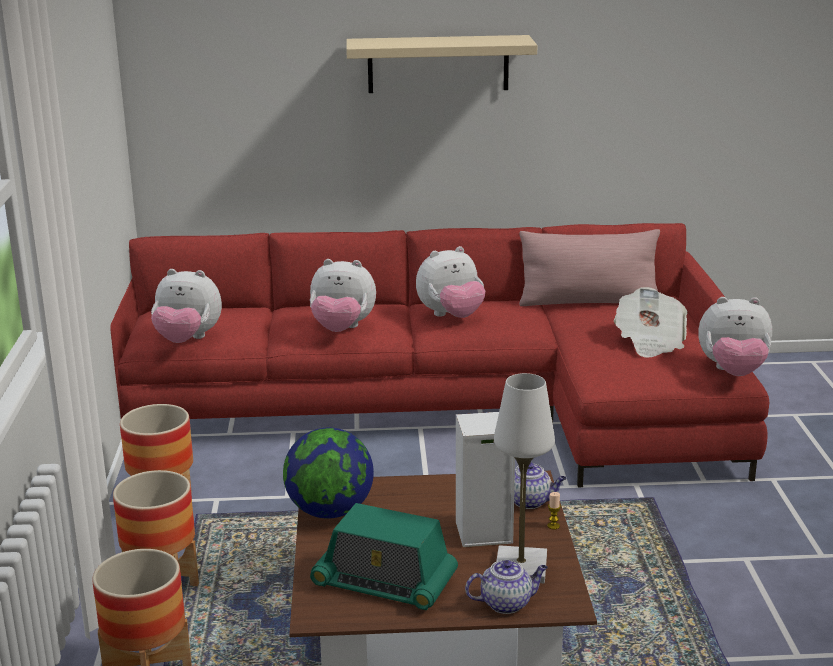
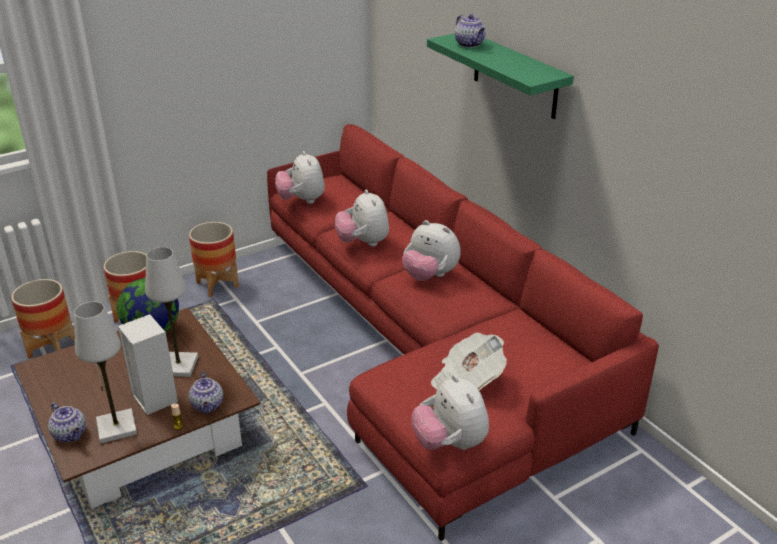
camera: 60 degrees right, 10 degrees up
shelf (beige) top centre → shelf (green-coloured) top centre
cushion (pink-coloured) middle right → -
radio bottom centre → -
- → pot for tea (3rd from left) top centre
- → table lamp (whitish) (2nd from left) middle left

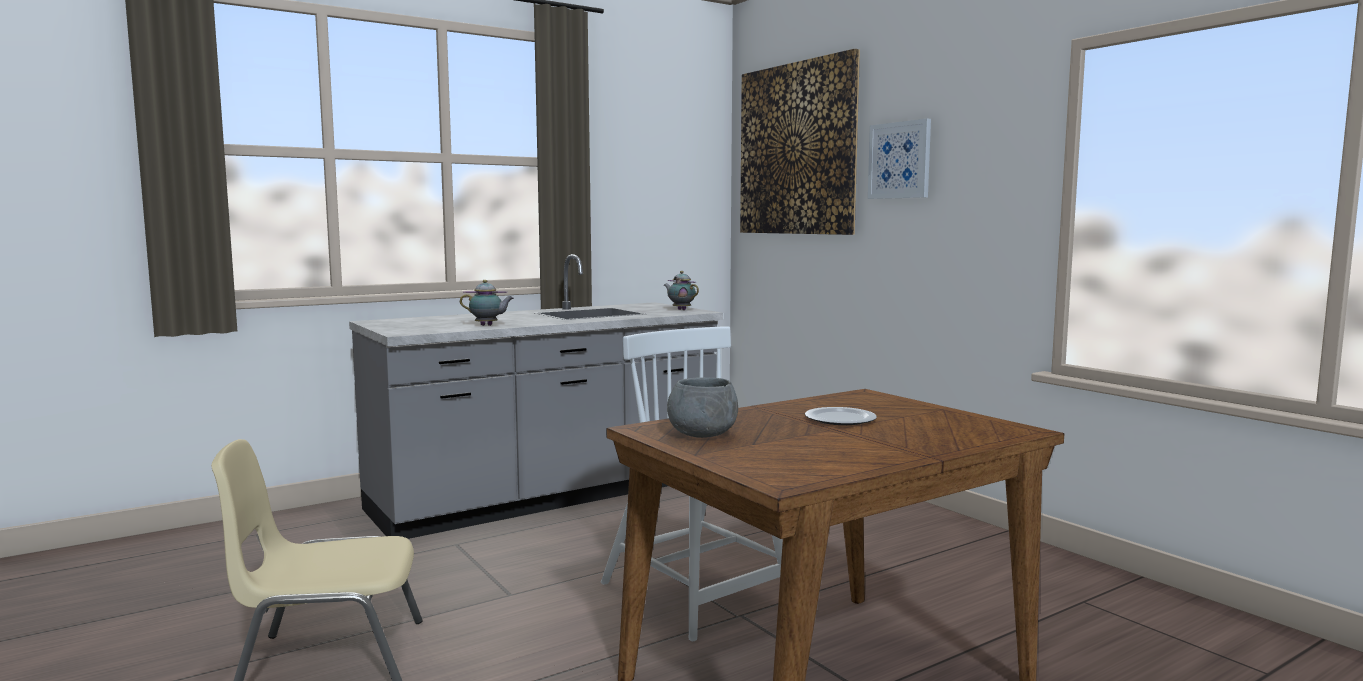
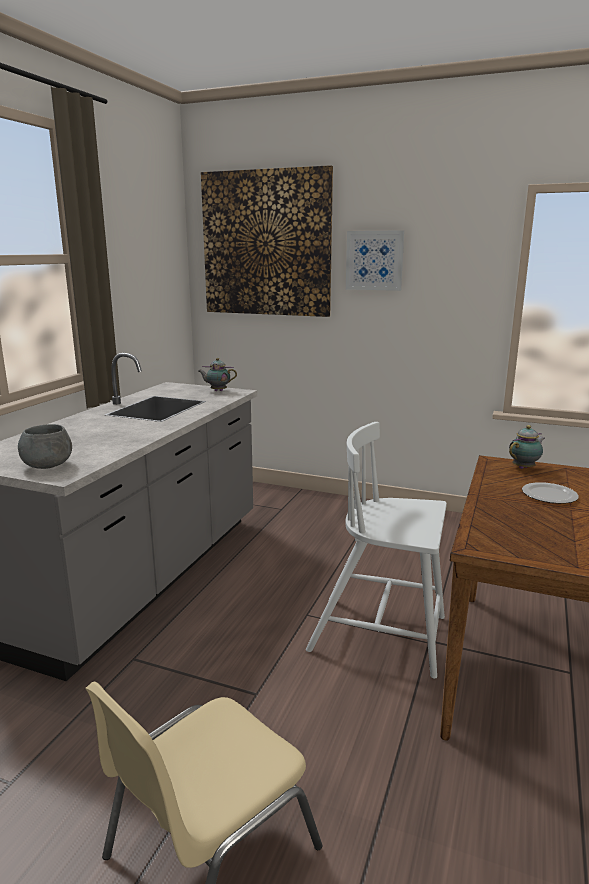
camera: 35 degrees left, 10 degrees up
pot for tea (1st from left in the first image) centre → pot for tea (2nd from left) middle right, move
serving bowl (gray) centre → serving bowl (gray) middle left, move

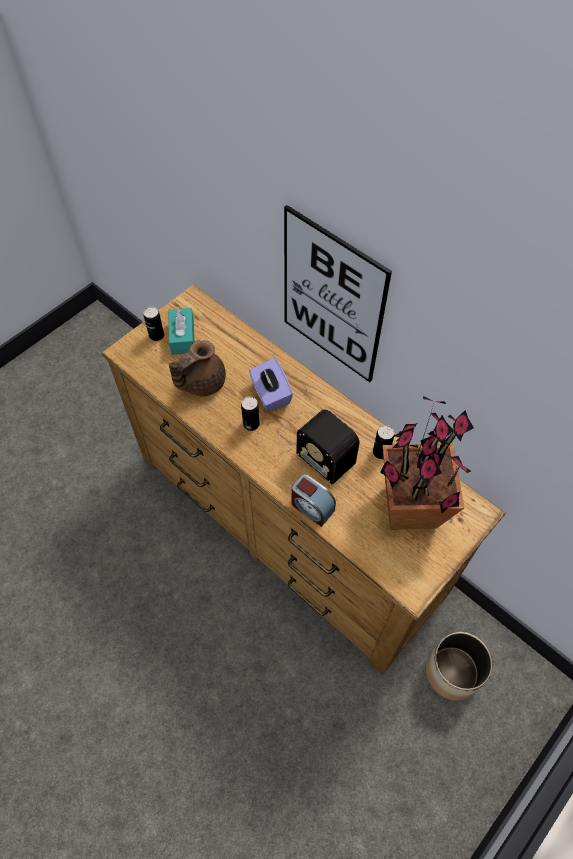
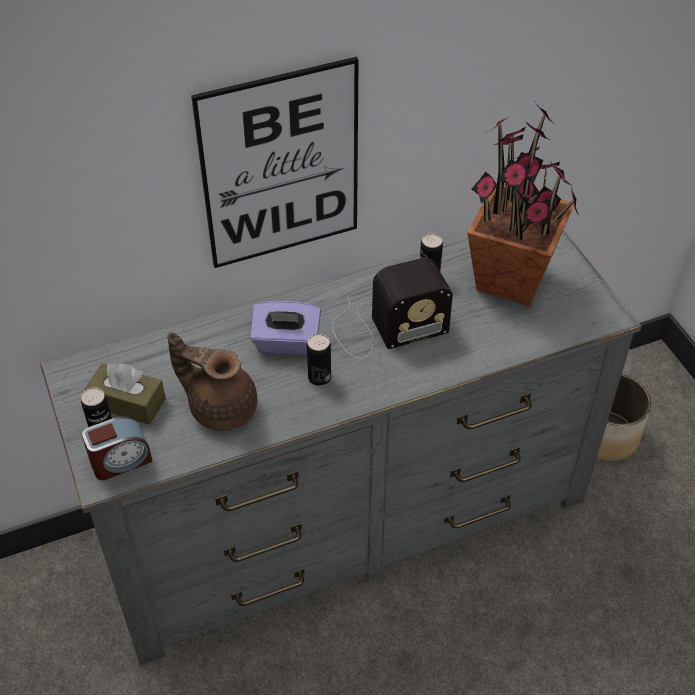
camera: 65 degrees left, 10 degrees down
dresser (brown-coloured) centre → dresser (gray) centre
tissue holder (turquoise) middle left → tissue holder (brown-coloured) middle left
pot for tea (brown-coloured) centre → pot for tea (brown-coloured) middle left, 135 degrees clockwise
table clock centre → table clock middle left, move

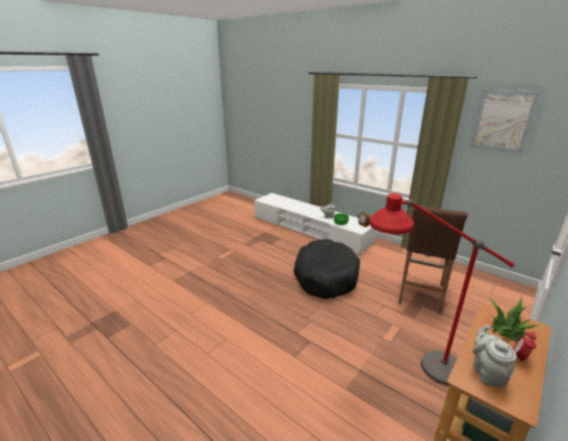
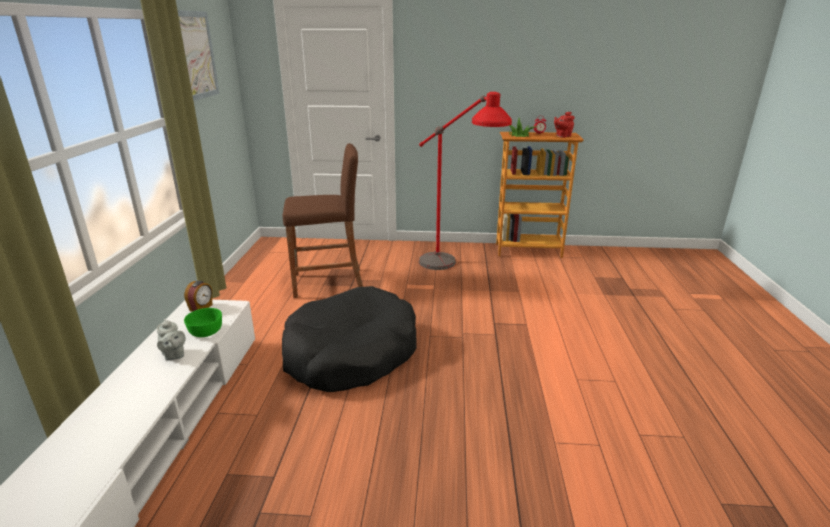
camera: 125 degrees left, 0 degrees up
pot for tea (gray) (2nd from left) bottom right → pot for tea (red) top right

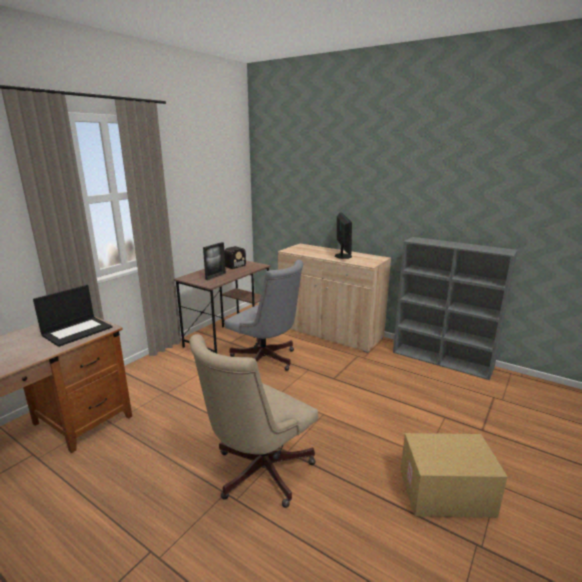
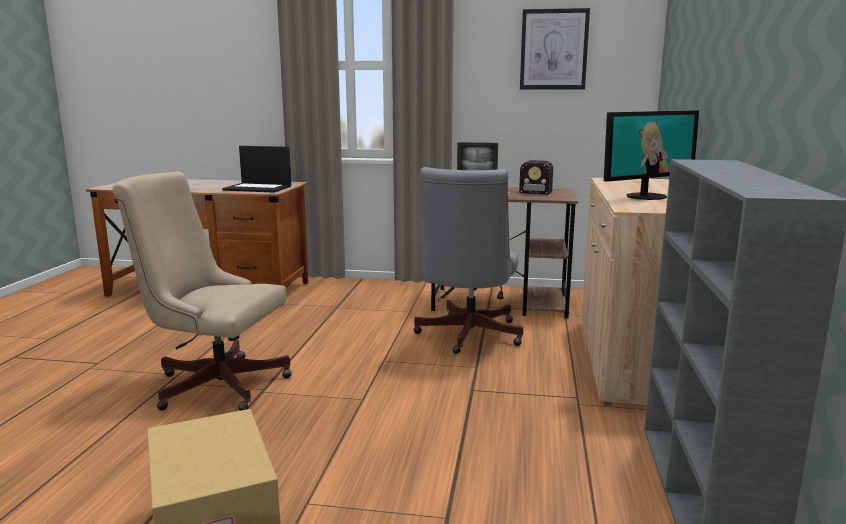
camera: 65 degrees right, 5 degrees down
- → picture top centre

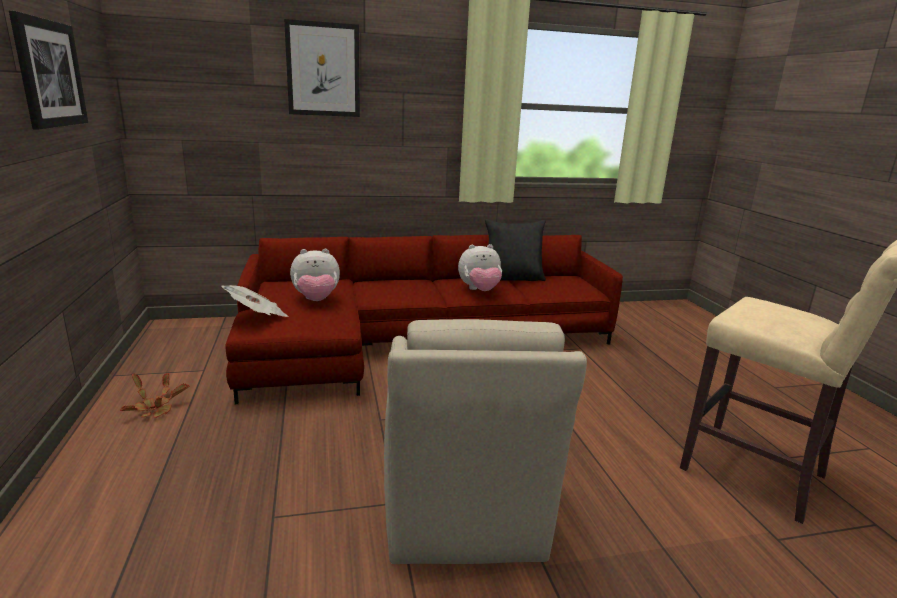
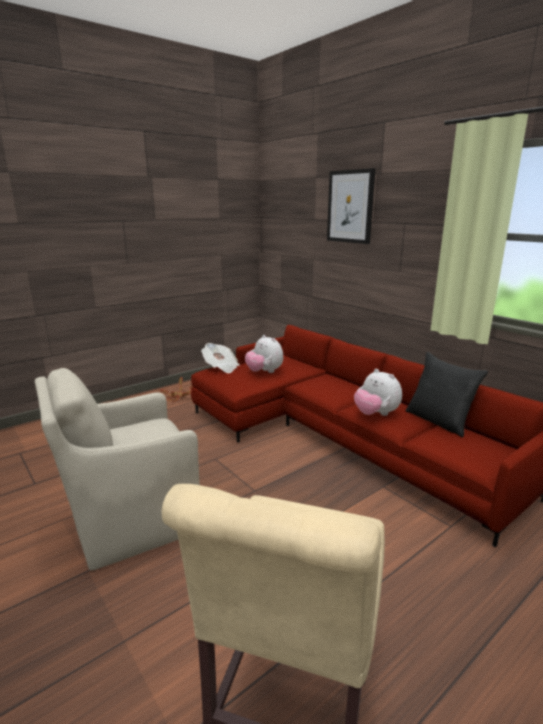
camera: 65 degrees right, 0 degrees up
picture (1st from left) top left → -

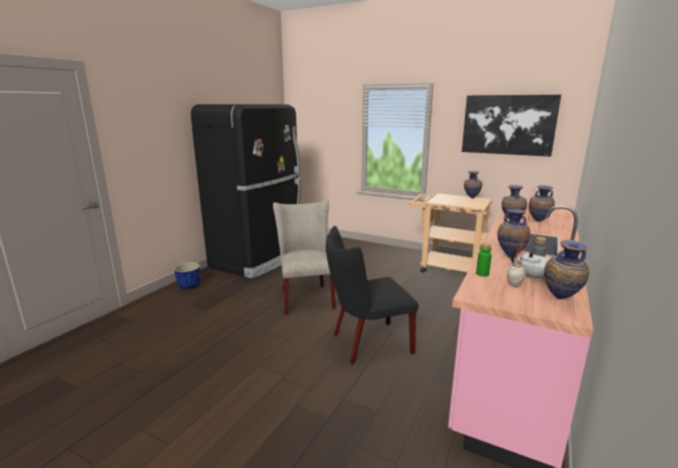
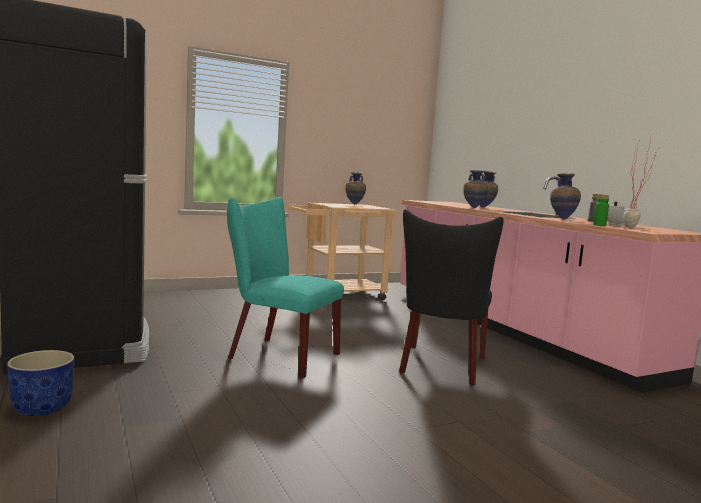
camera: 55 degrees left, 10 degrees down
picture top right → -
plain chair (beige) centre → plain chair (turquoise) centre
decorative vase (5th from left) middle right → -

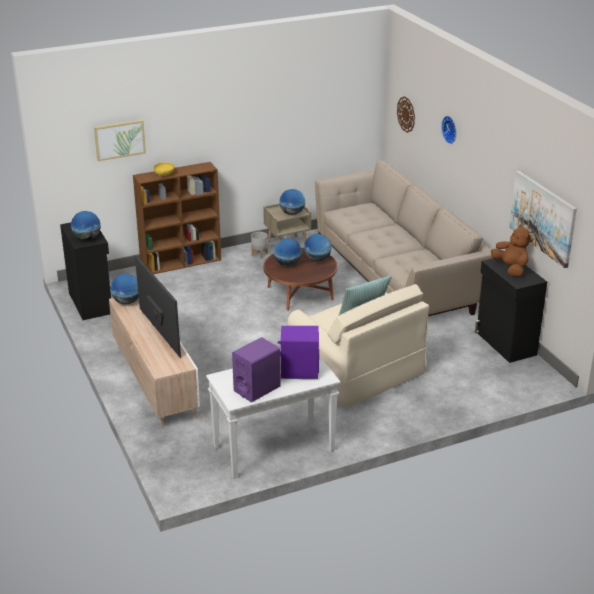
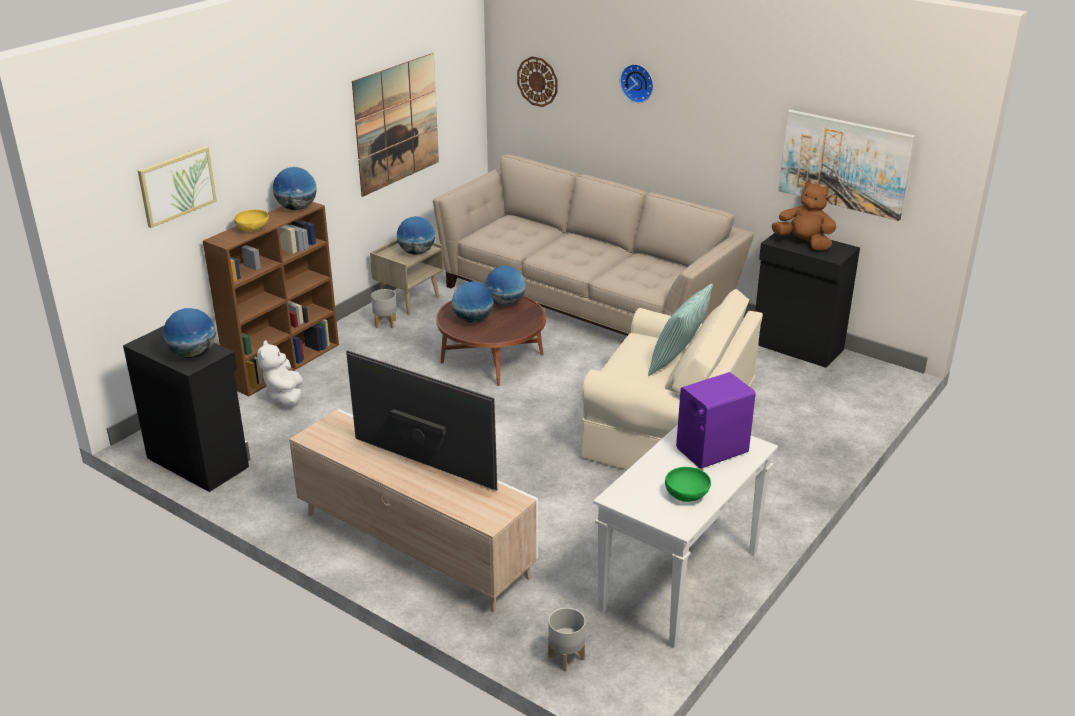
camera: 30 degrees left, 0 degrees up
world globe (2nd from left) middle left → world globe (2nd from left) top left, move
loudspeaker (purplish) (1st from left) centre → serving bowl (green-coloured) bottom centre
- → picture (2nd from left) top centre
- → plush toy (whitish) middle left
- → planter (gray) (2nd from left) bottom centre

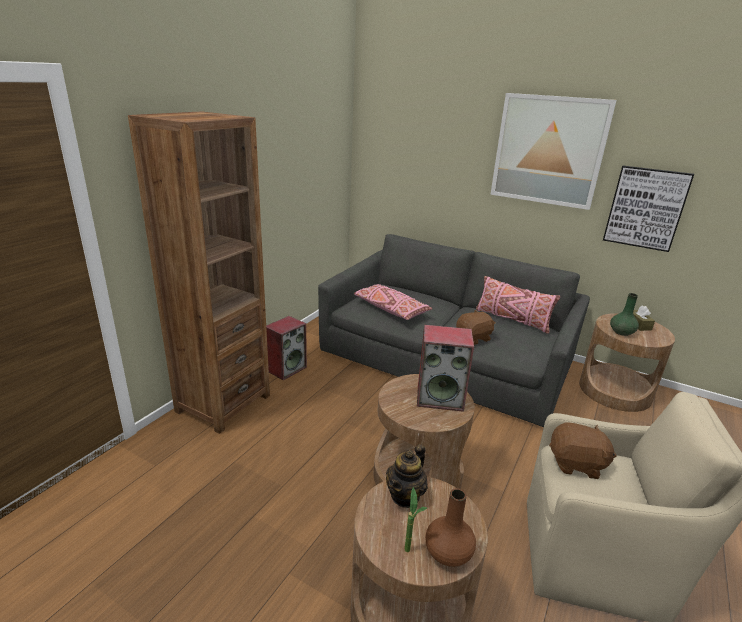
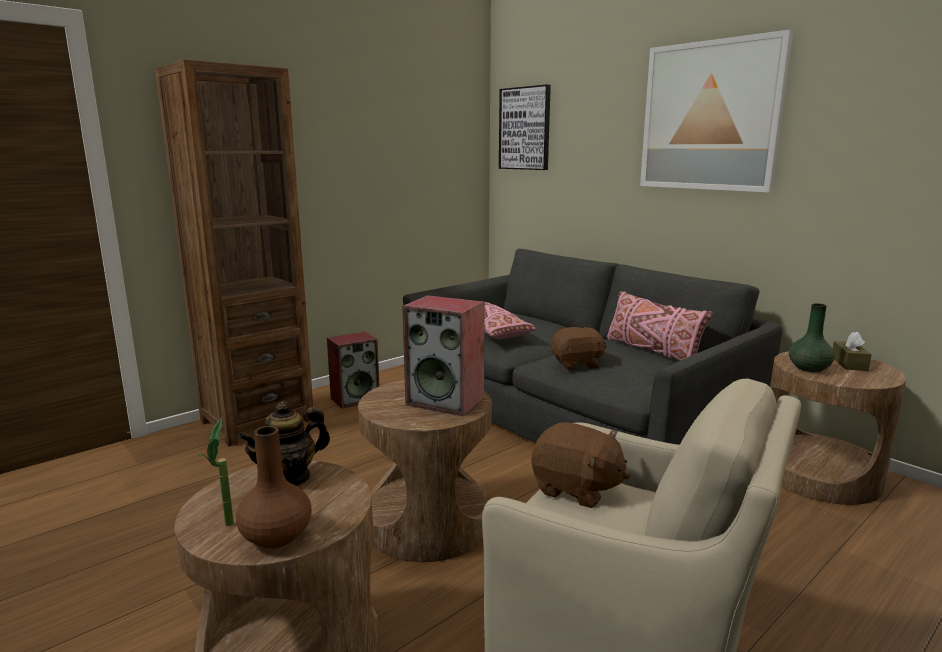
camera: 20 degrees right, 10 degrees down
picture (2nd from left in the first image) middle right → picture (1st from left) top centre, move

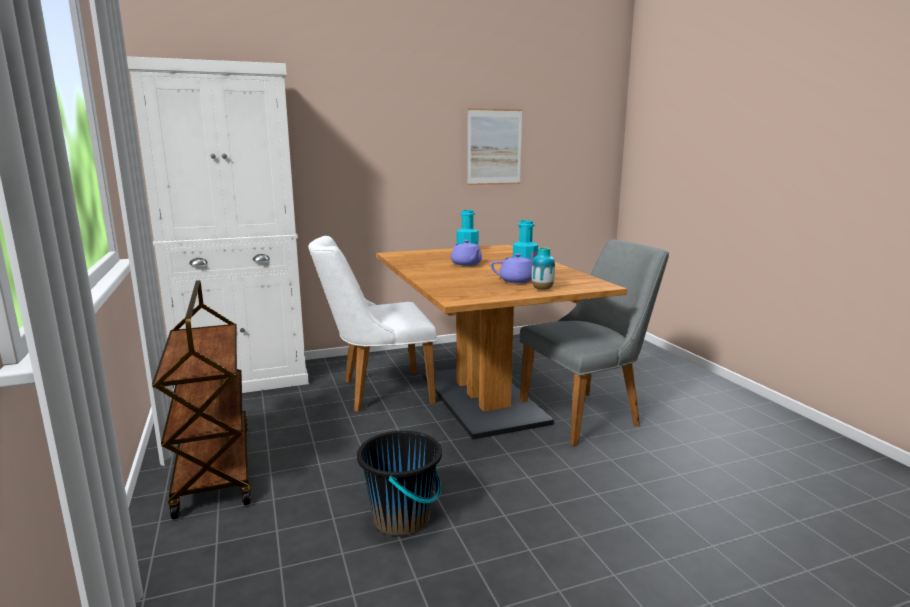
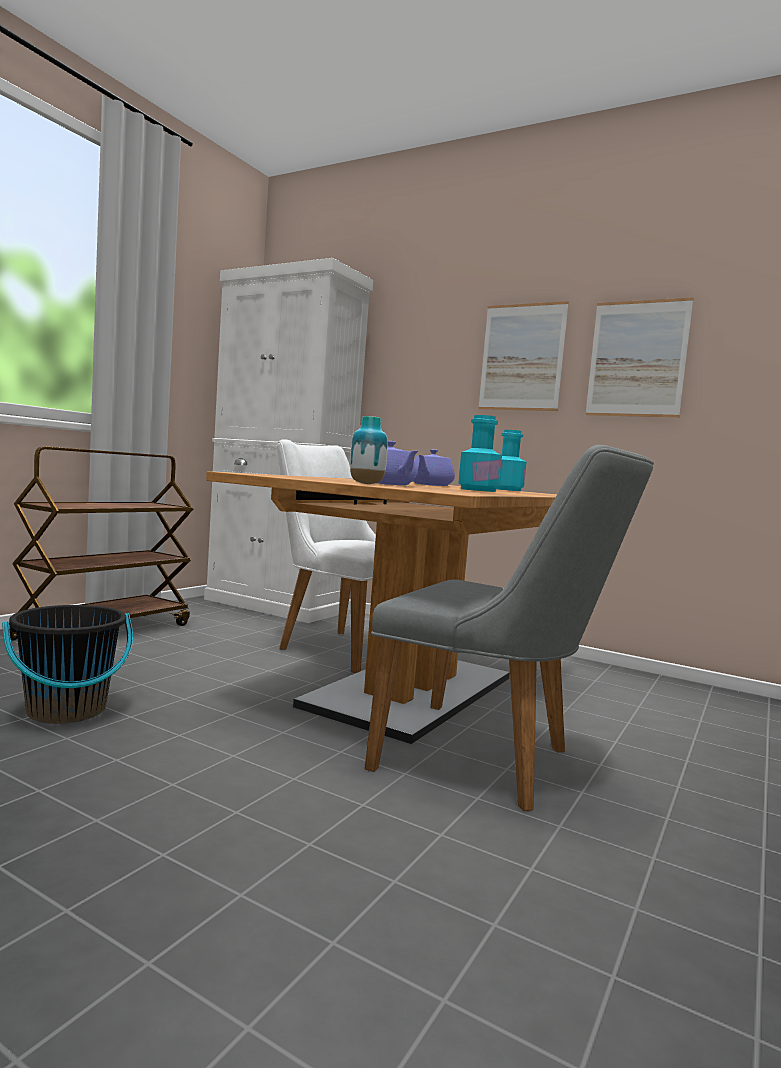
camera: 50 degrees right, 10 degrees down
- → picture (1st from left) middle right

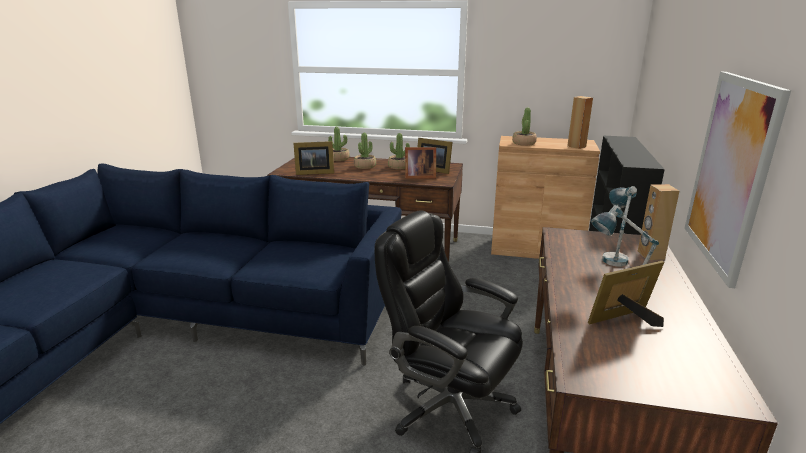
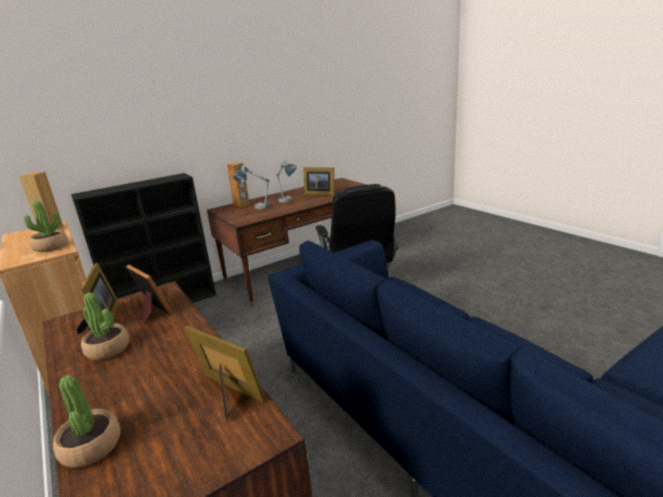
camera: 135 degrees left, 0 degrees up
picture middle right → -
houseplant (2nd from left) centre → -

